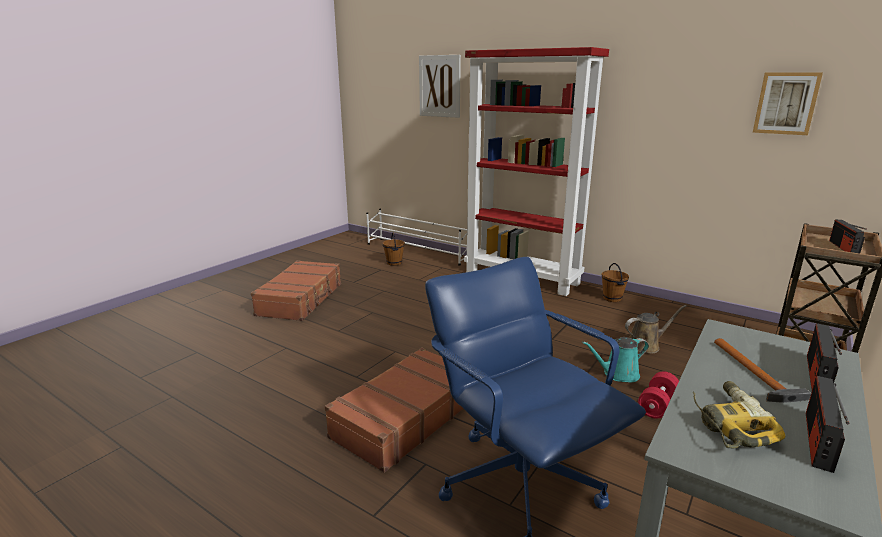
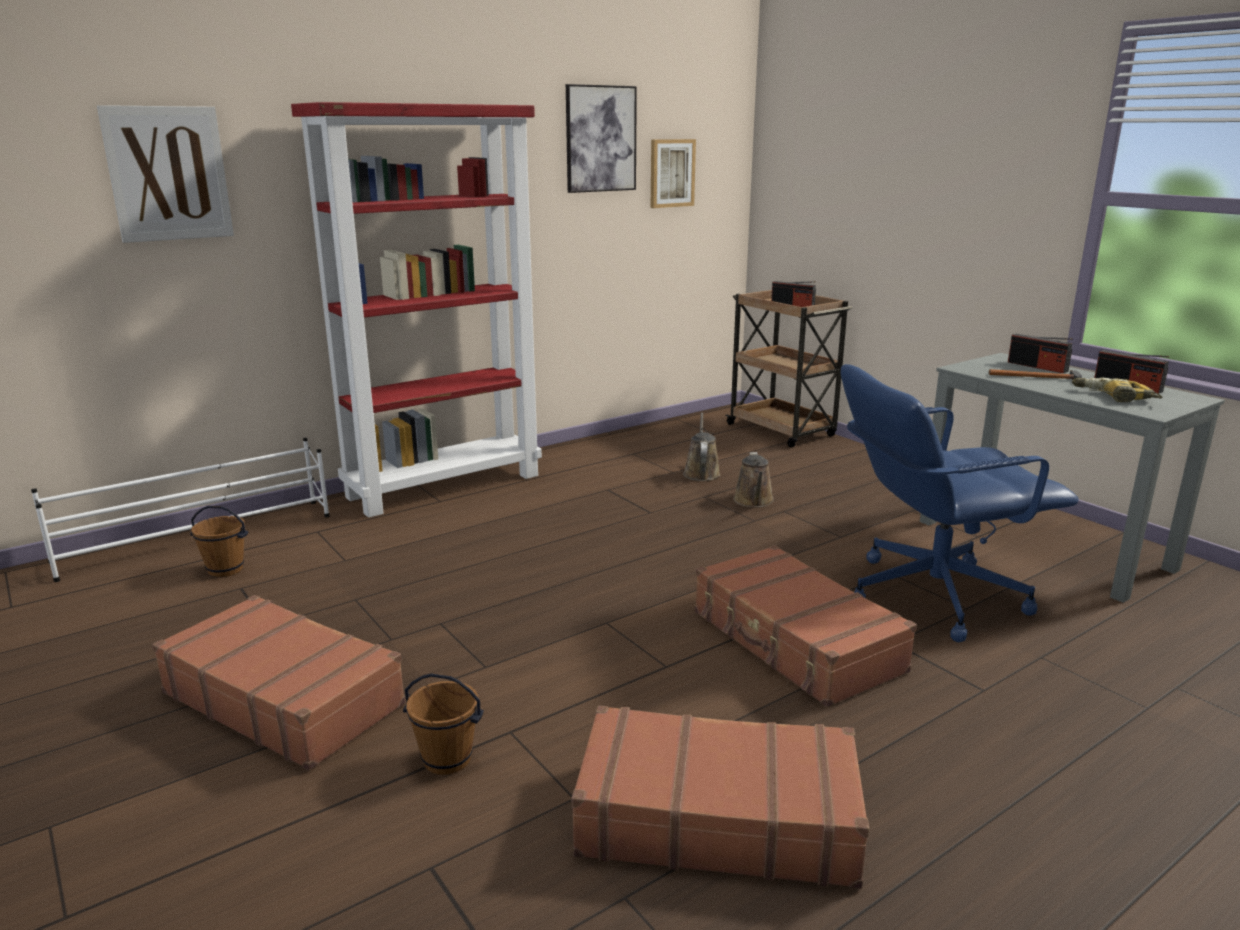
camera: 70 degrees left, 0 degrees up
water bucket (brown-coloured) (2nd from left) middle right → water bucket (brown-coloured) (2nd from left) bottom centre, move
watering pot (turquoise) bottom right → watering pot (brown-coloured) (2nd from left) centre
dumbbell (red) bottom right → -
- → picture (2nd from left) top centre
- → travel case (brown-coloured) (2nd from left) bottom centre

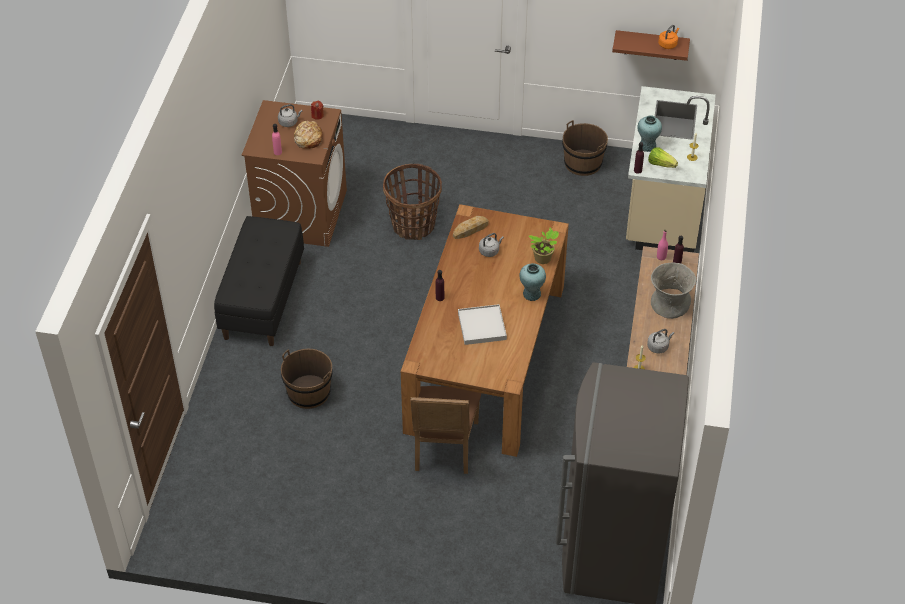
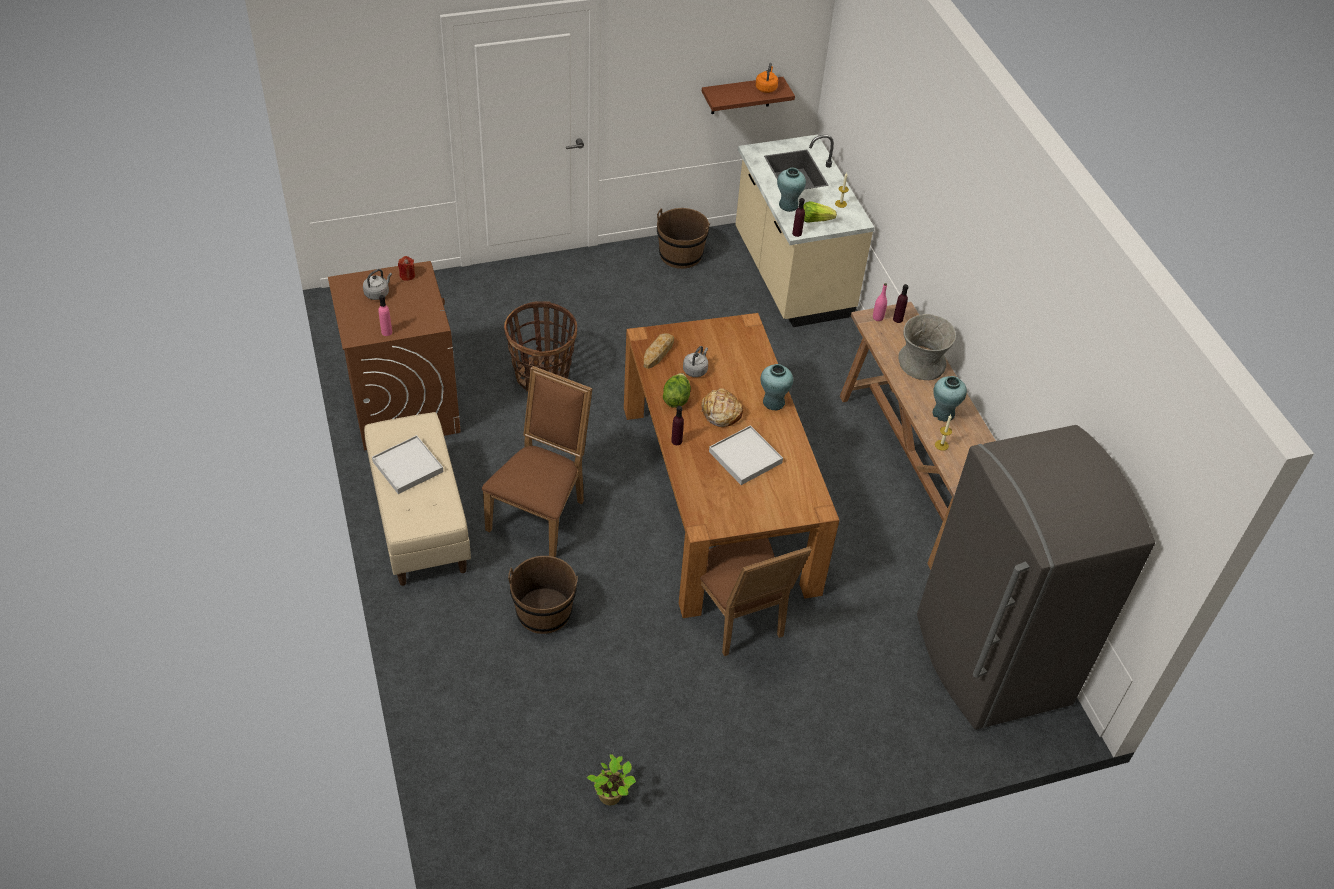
camera: 30 degrees left, 0 degrees up
bakery bread (1st from left in the first image) top centre → bakery bread (2nd from left) centre, move
long seat (blackish) middle left → long seat (beige) middle left
houseplant centre → houseplant bottom centre, move
kettle (gray) (3rd from left) middle right → decorative vase (turquoise) (3rd from left) middle right
- → plain chair (brown-coloured) (1st from left) centre
- → head of lettuce (1st from left) centre
- → tray (whitish) (1st from left) middle left

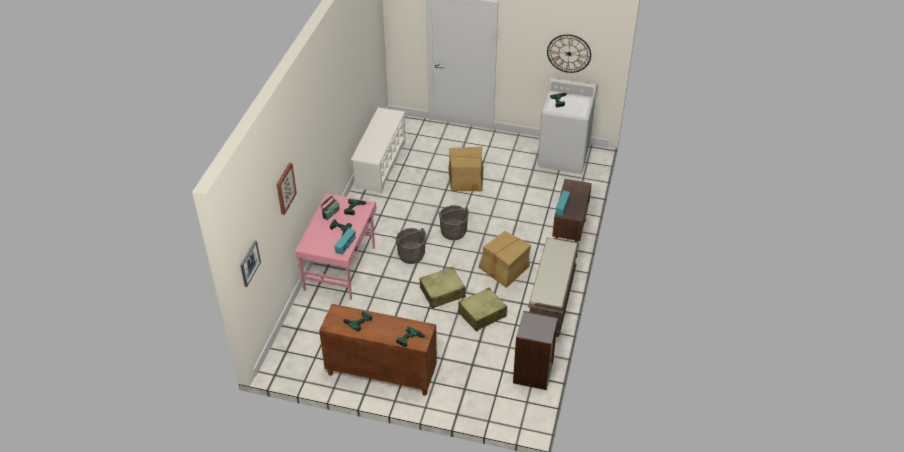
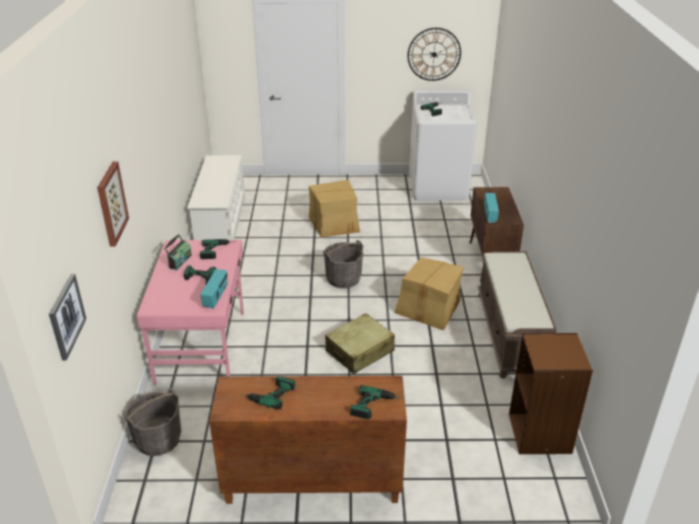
camera: 15 degrees left, 10 degrees down
water bucket (gray) (1st from left) centre → water bucket (gray) (1st from left) bottom left, move
travel case (beige) (2nd from left) bottom centre → -
bookshelf (gray) bottom centre → bookshelf (brown-coloured) bottom right

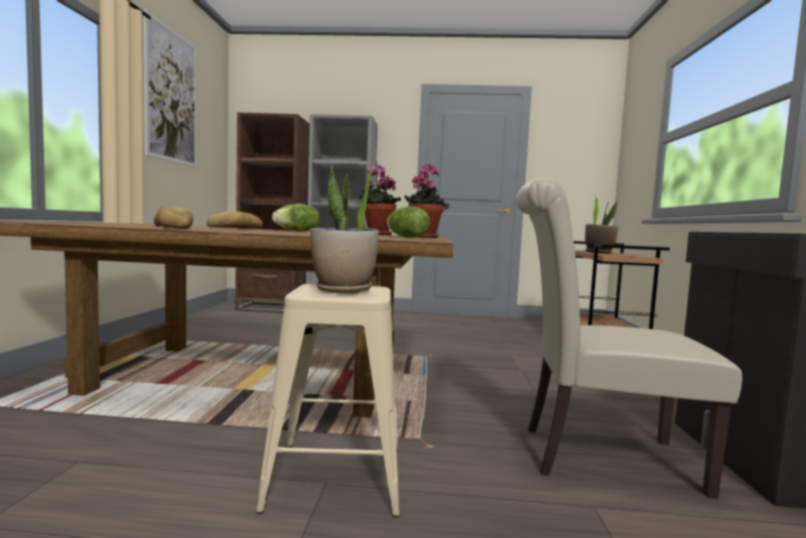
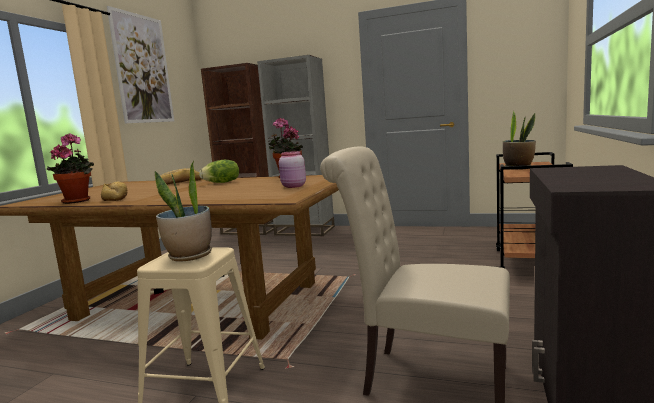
camera: 15 degrees right, 5 degrees up
houseplant (3rd from left in the first image) centre → houseplant (1st from left) middle left, move
head of lettuce (2nd from left) centre → storage jar (pink-coloured) centre

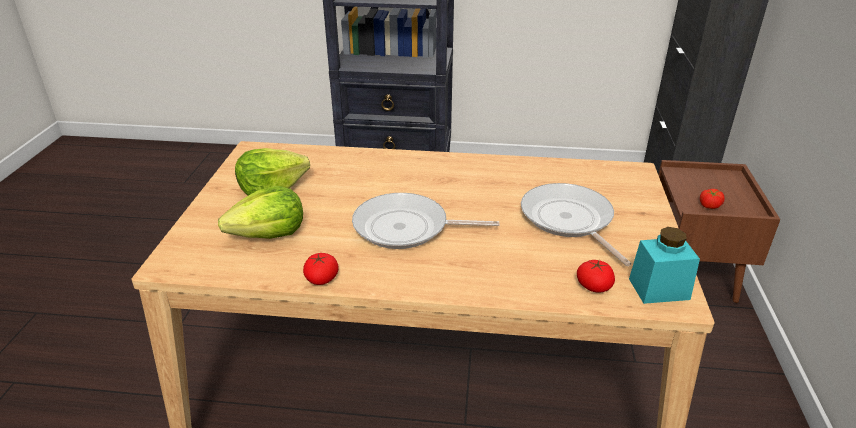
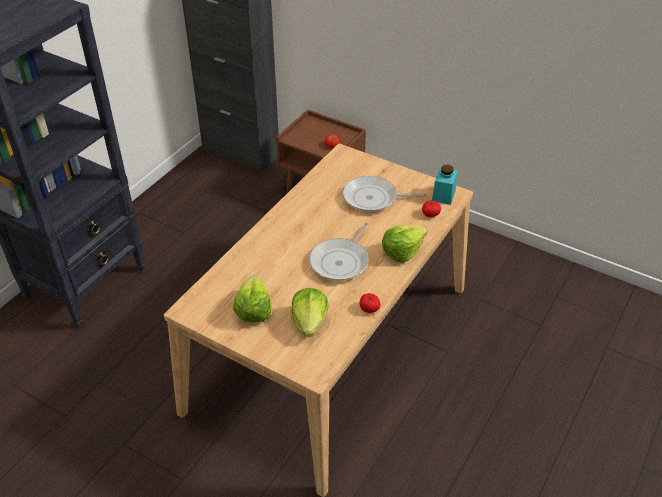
camera: 65 degrees left, 10 degrees up
- → head of lettuce (3rd from left) centre

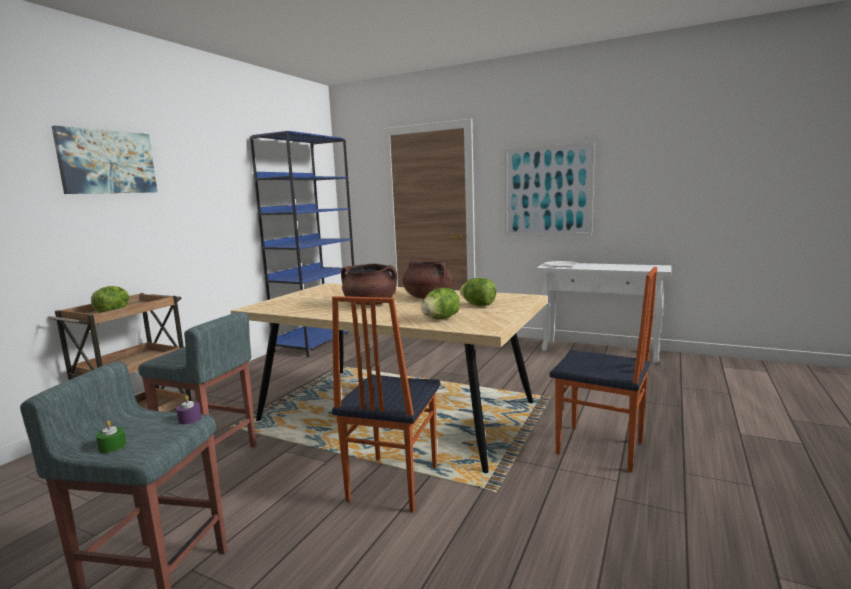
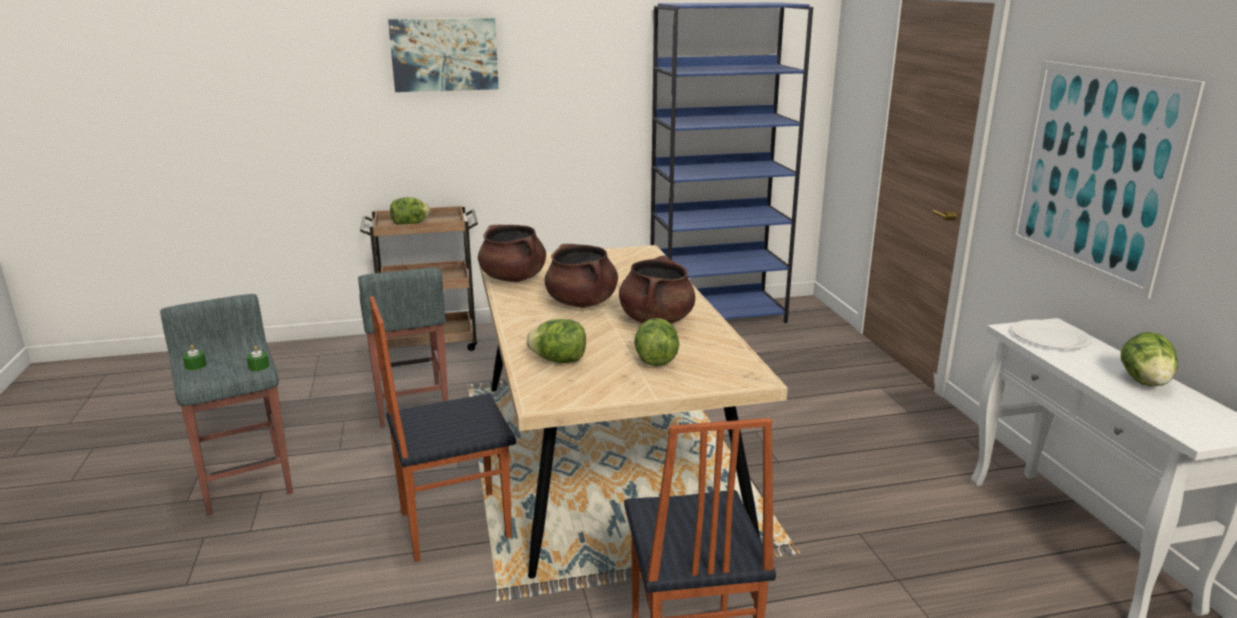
camera: 50 degrees right, 10 degrees up
wax light (purplish) bottom left → wax light (green-coloured) (2nd from left) middle left
- → saucepot (brown-coloured) (1st from left) centre
- → head of lettuce (4th from left) middle right

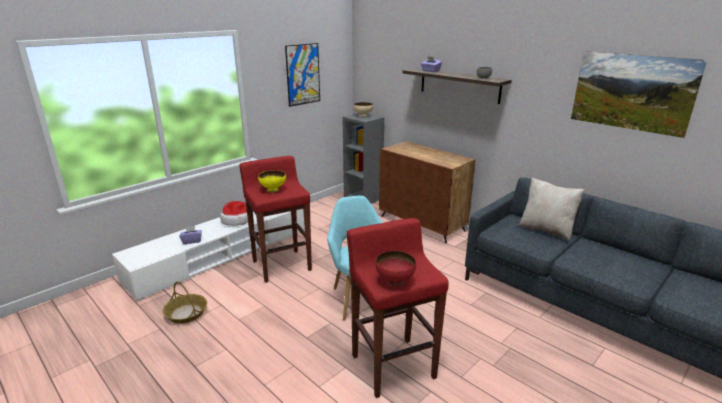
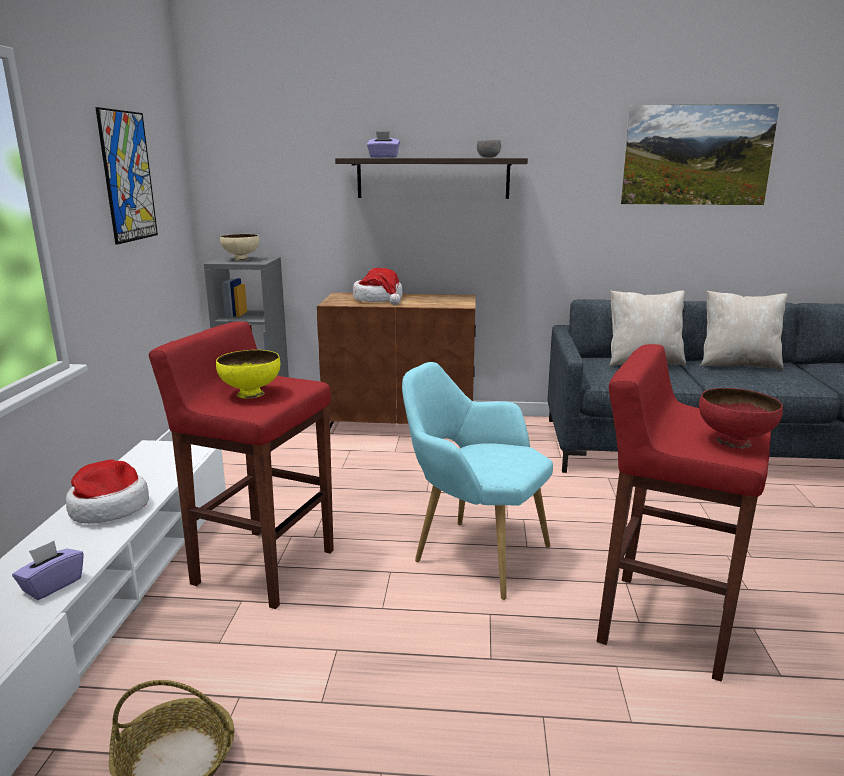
camera: 40 degrees left, 5 degrees down
- → hat (2nd from left) centre
- → cushion (beige) (2nd from left) middle right

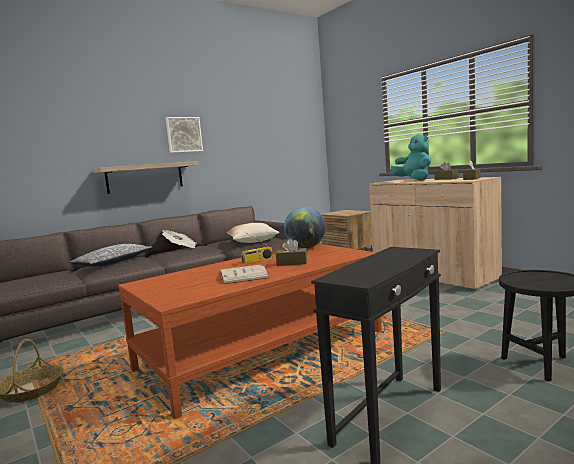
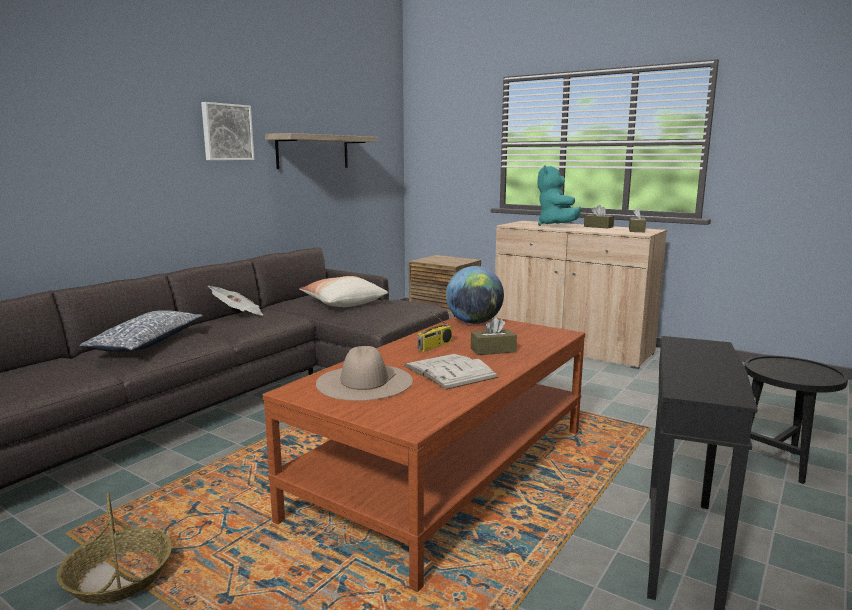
camera: 20 degrees left, 5 degrees up
plush toy (turquoise) middle right → plush toy (turquoise) top centre, 135 degrees counterclockwise
shelf middle left → shelf top centre, move
- → hat (beige) centre

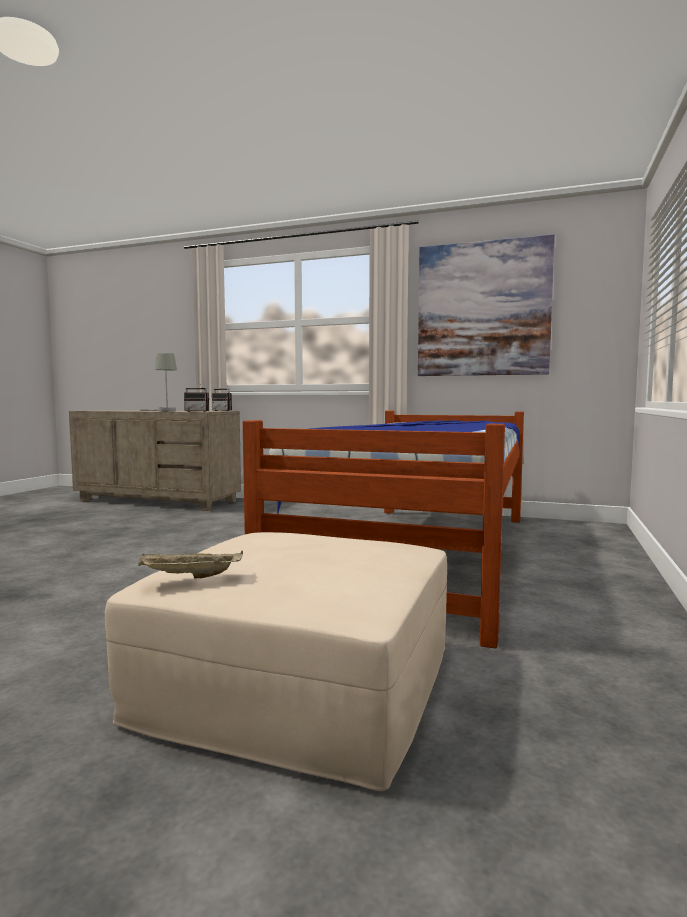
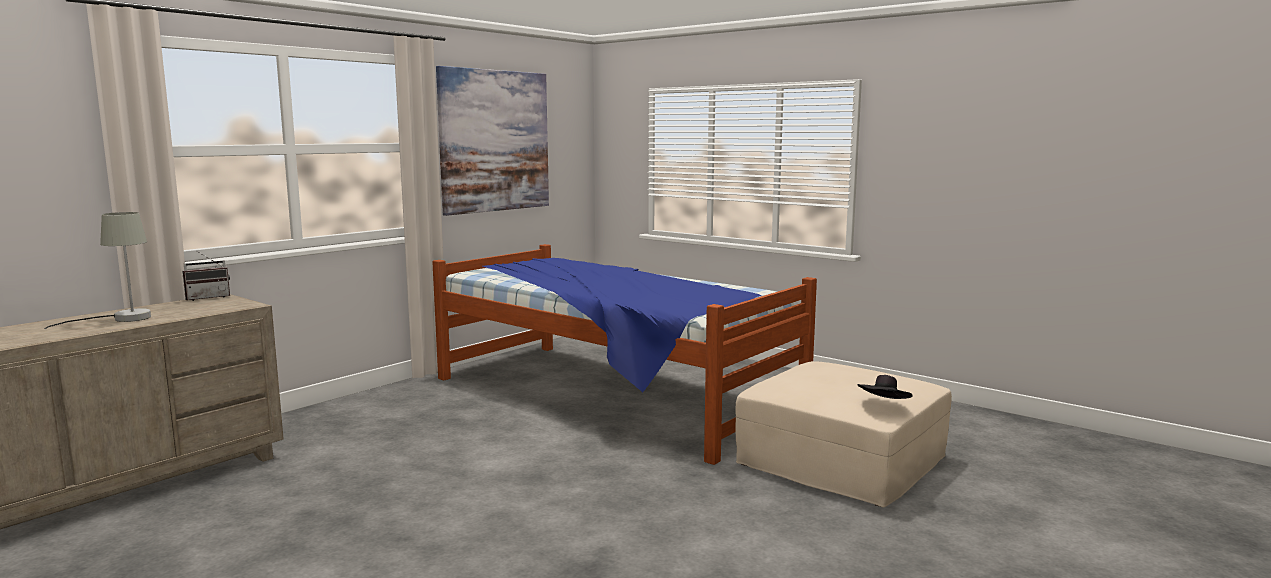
camera: 70 degrees left, 5 degrees up
radio (1st from left) middle left → -
tray (beige) middle left → hat (blackish) bottom right

